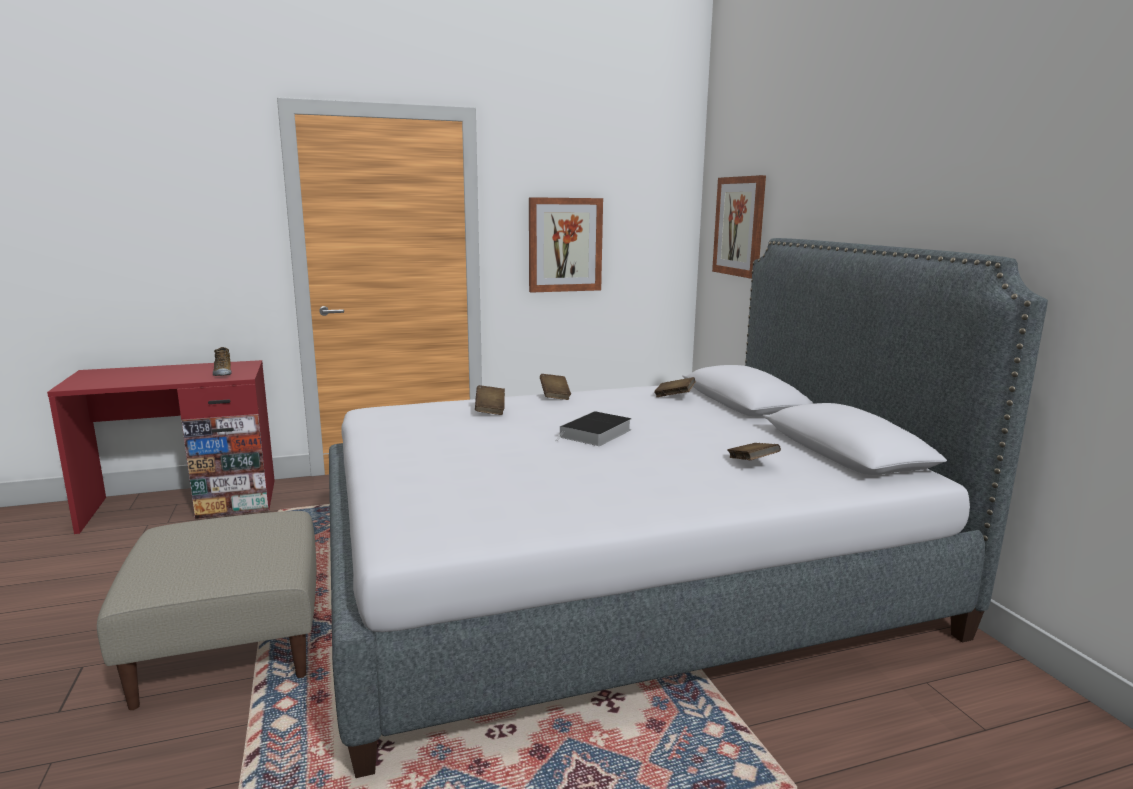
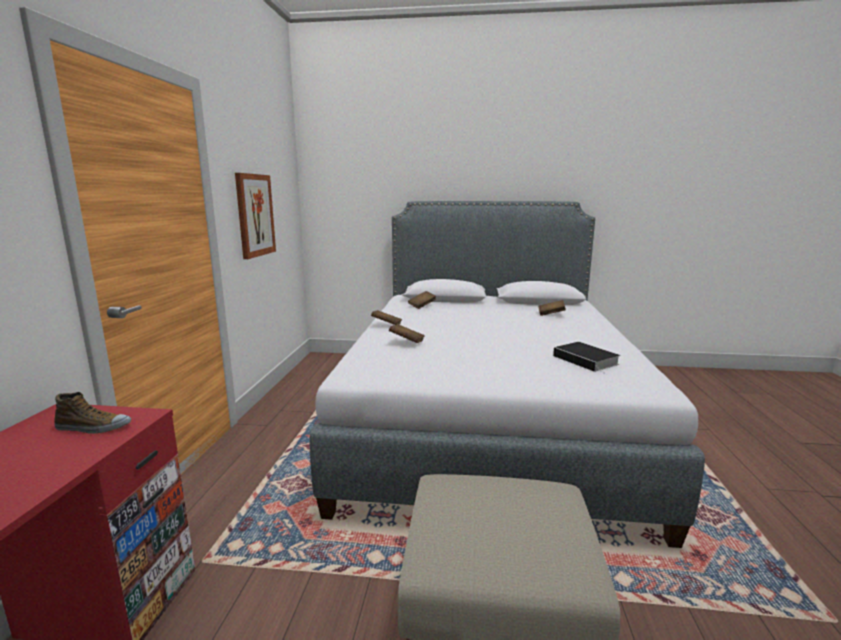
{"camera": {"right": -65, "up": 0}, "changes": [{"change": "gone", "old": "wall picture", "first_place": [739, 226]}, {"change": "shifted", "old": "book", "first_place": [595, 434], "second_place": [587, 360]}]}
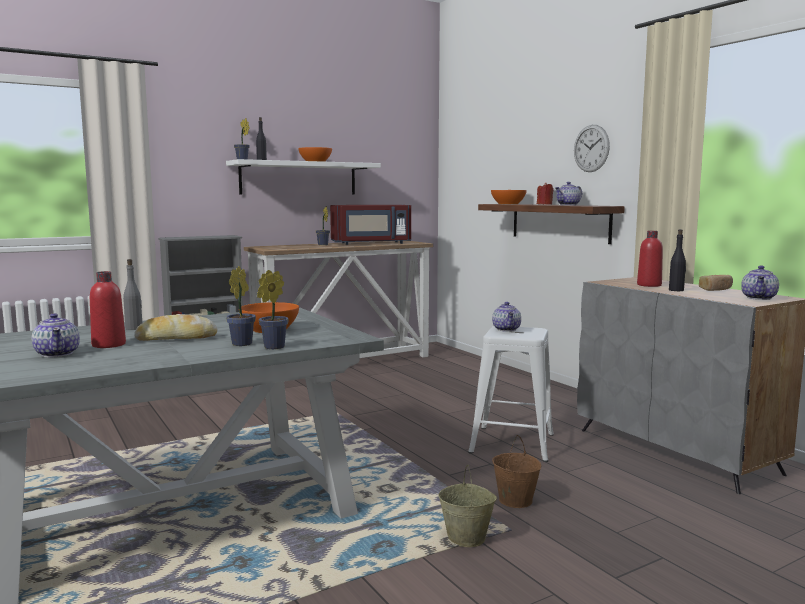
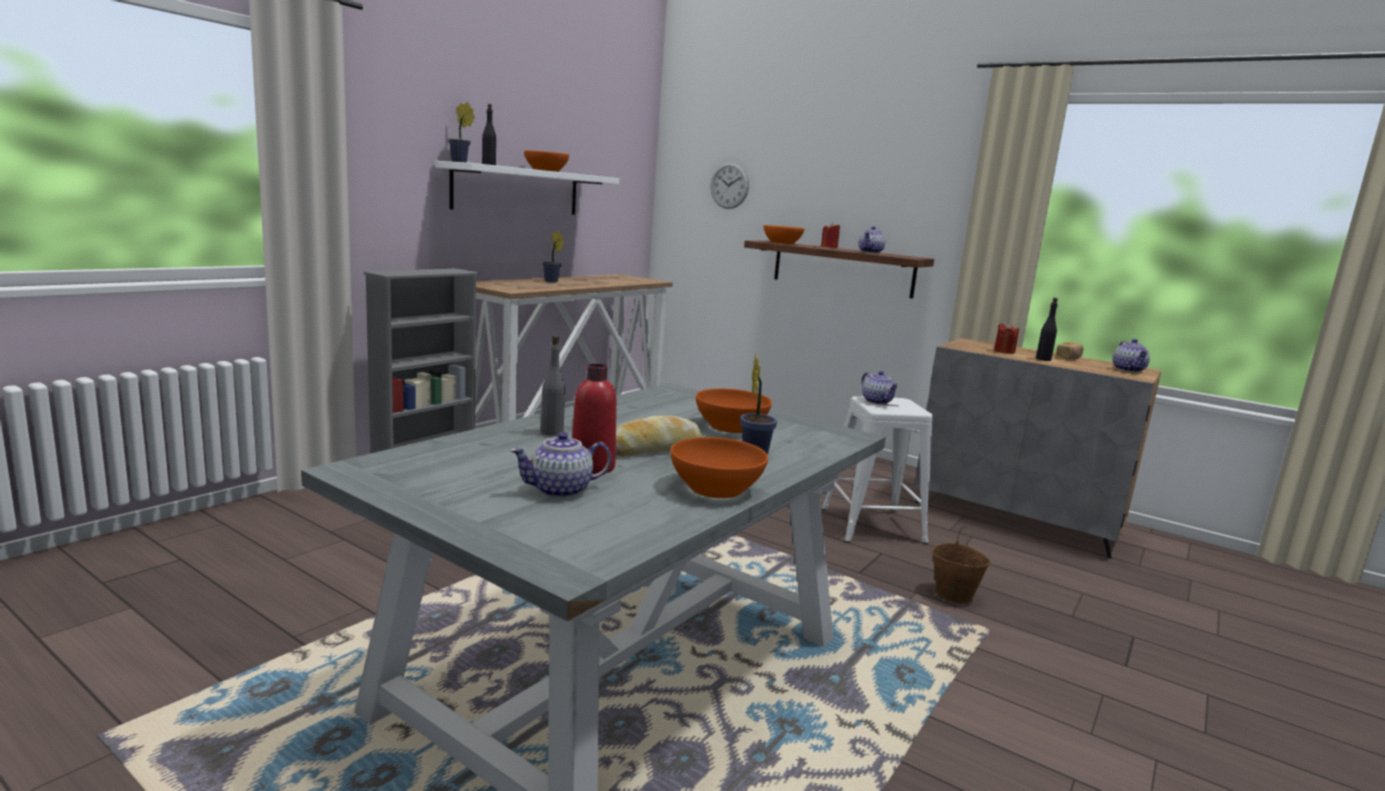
{"camera": {"right": -25, "up": 5}, "changes": [{"change": "shifted", "old": "wall clock", "first_place": [591, 148], "second_place": [729, 185]}, {"change": "gone", "old": "red-coloured kitchen microwave", "first_place": [371, 243]}, {"change": "swapped", "old": "red-coloured bottle", "new": "red-coloured wax light", "first_place": [649, 285], "second_place": [1004, 351]}, {"change": "gone", "old": "potted plant", "first_place": [271, 347]}, {"change": "rotated", "old": "teapot", "first_place": [57, 354], "second_place": [561, 490], "degrees": 120}, {"change": "gone", "old": "beige water bucket", "first_place": [467, 538]}, {"change": "new", "new": "orangey serving bowl", "second_place": [716, 488]}]}
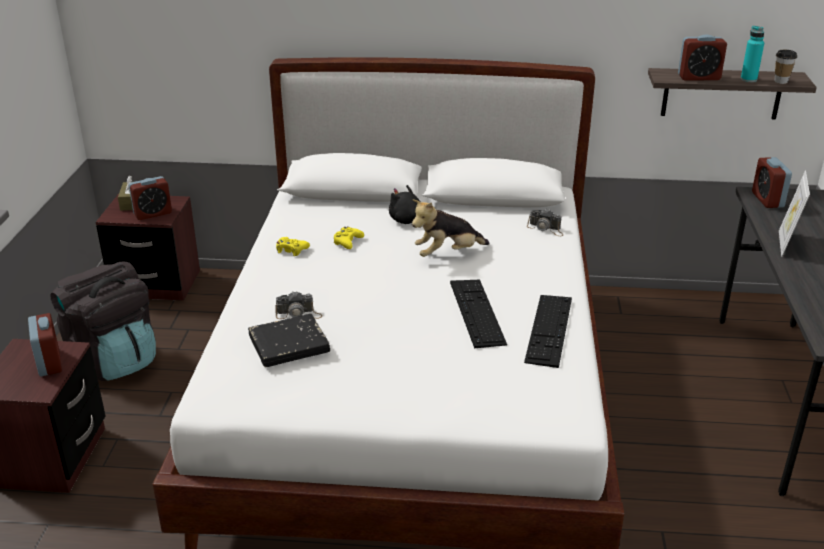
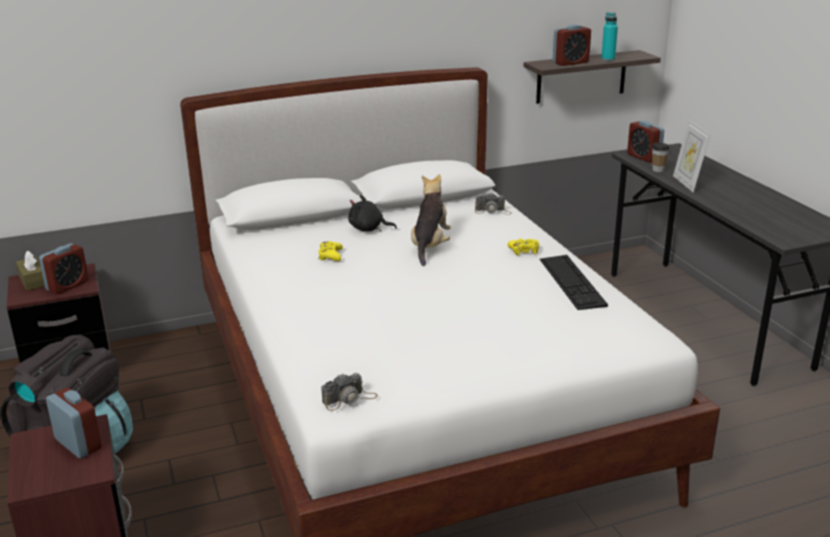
{"camera": {"right": -25, "up": -5}, "changes": [{"change": "shifted", "old": "cup", "first_place": [781, 81], "second_place": [658, 170]}, {"change": "rotated", "old": "soft toy", "first_place": [447, 254], "second_place": [430, 246], "degrees": 150}, {"change": "shifted", "old": "yellowish game controller", "first_place": [291, 250], "second_place": [524, 251]}, {"change": "gone", "old": "computer keyboard", "first_place": [477, 312]}, {"change": "shifted", "old": "photo camera", "first_place": [299, 314], "second_place": [349, 399]}, {"change": "gone", "old": "black book", "first_place": [289, 345]}]}
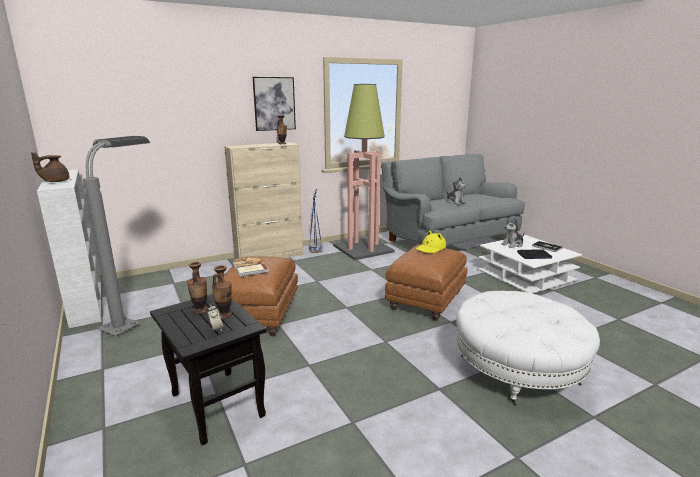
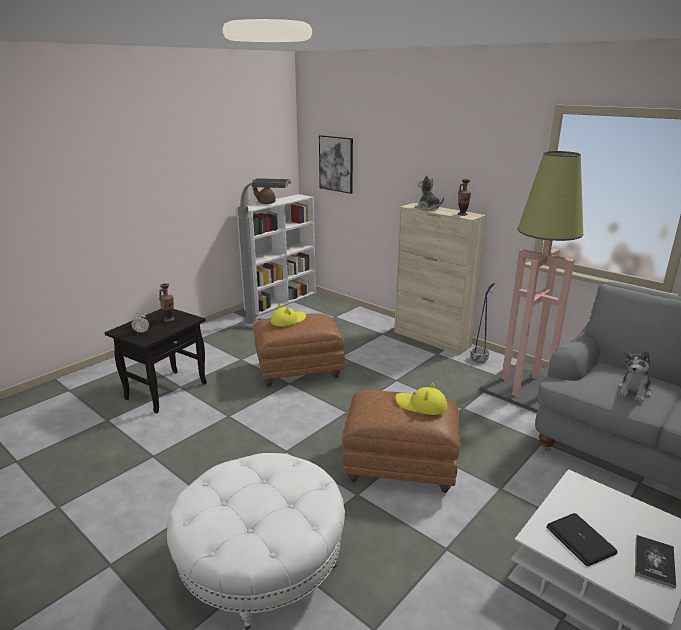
{"camera": {"right": 70, "up": 5}, "changes": [{"change": "shifted", "old": "wall picture", "first_place": [274, 103], "second_place": [336, 164]}, {"change": "shifted", "old": "soft toy", "first_place": [513, 244], "second_place": [428, 208]}, {"change": "swapped", "old": "book", "new": "yellowish hat", "first_place": [249, 267], "second_place": [288, 320]}, {"change": "gone", "old": "flower vase", "first_place": [224, 314]}]}
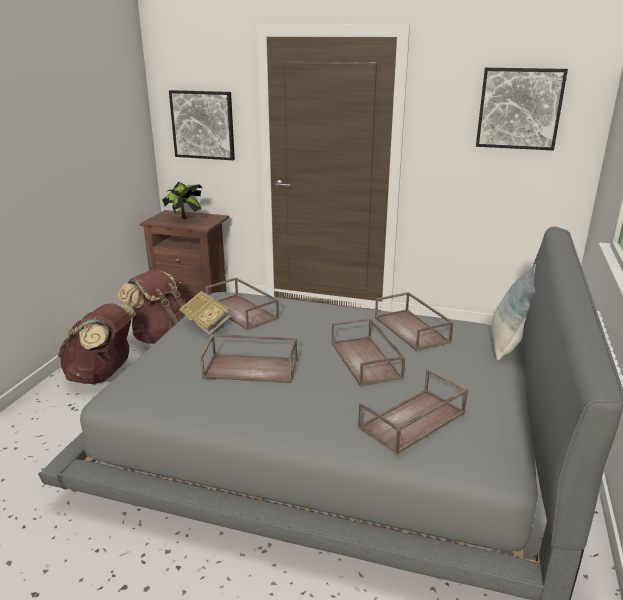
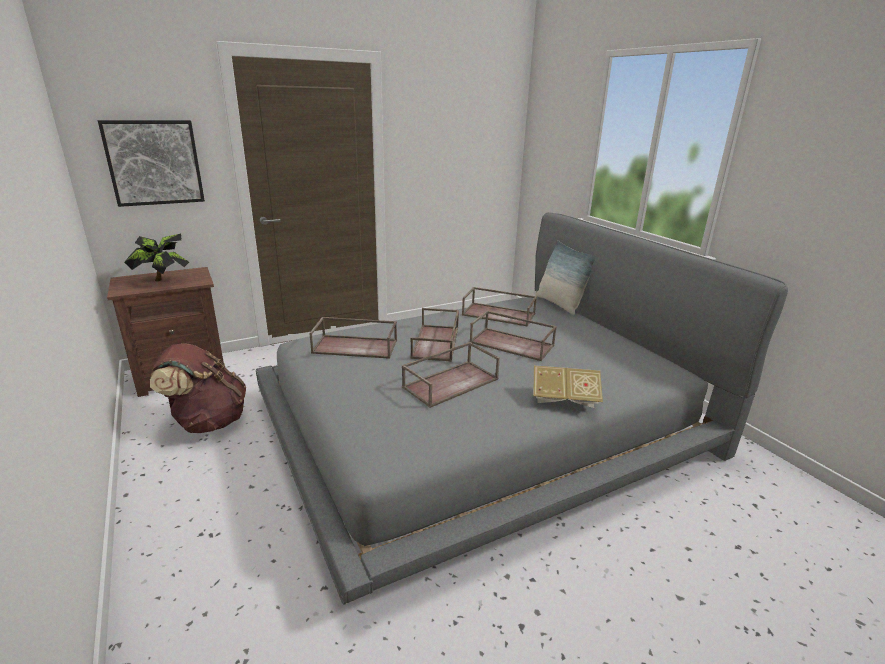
{"camera": {"right": -45, "up": 0}, "changes": [{"change": "gone", "old": "wall picture", "first_place": [519, 108]}, {"change": "shifted", "old": "book", "first_place": [206, 323], "second_place": [564, 399]}, {"change": "gone", "old": "brownish knapsack", "first_place": [102, 375]}, {"change": "shifted", "old": "brownish carrying tray", "first_place": [412, 421], "second_place": [436, 343]}]}
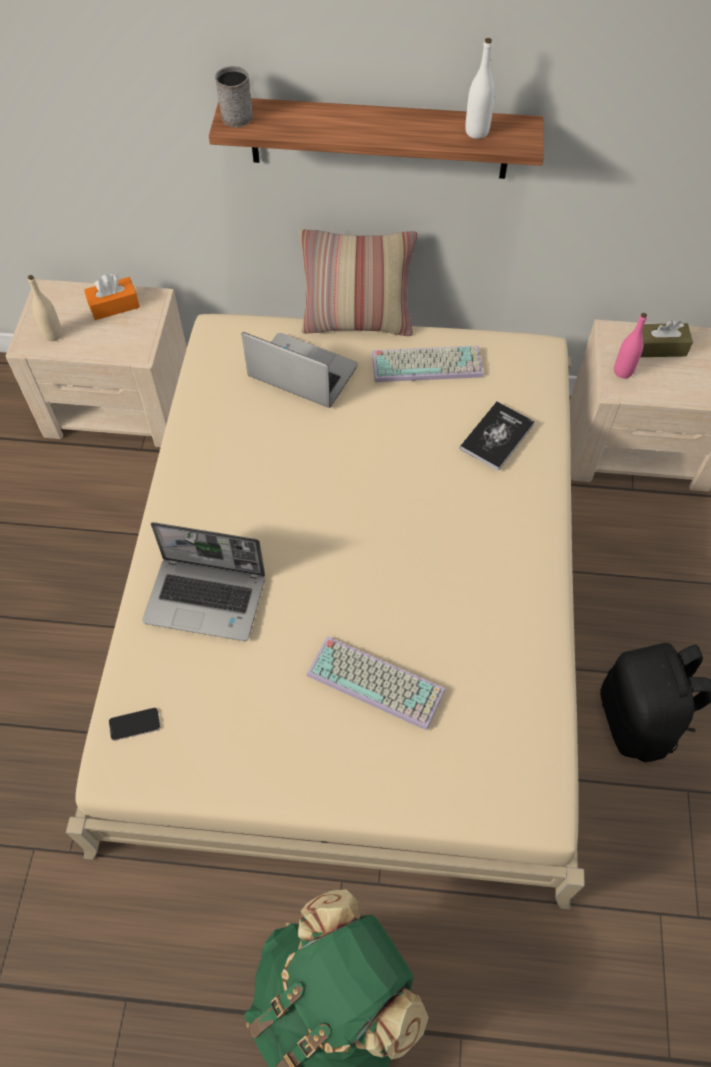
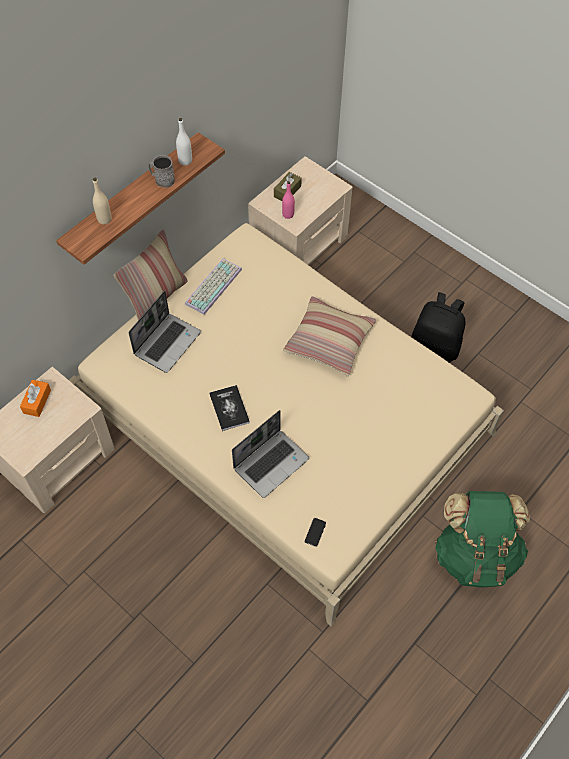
{"camera": {"right": -55, "up": 0}, "changes": [{"change": "shifted", "old": "grey mug", "first_place": [235, 113], "second_place": [162, 180]}, {"change": "shifted", "old": "beige bottle", "first_place": [53, 334], "second_place": [104, 219]}, {"change": "rotated", "old": "laptop", "first_place": [301, 373], "second_place": [167, 342], "degrees": 150}, {"change": "shifted", "old": "book", "first_place": [497, 436], "second_place": [229, 408]}, {"change": "gone", "old": "computer keyboard", "first_place": [378, 681]}, {"change": "new", "new": "pillow", "second_place": [329, 341]}]}
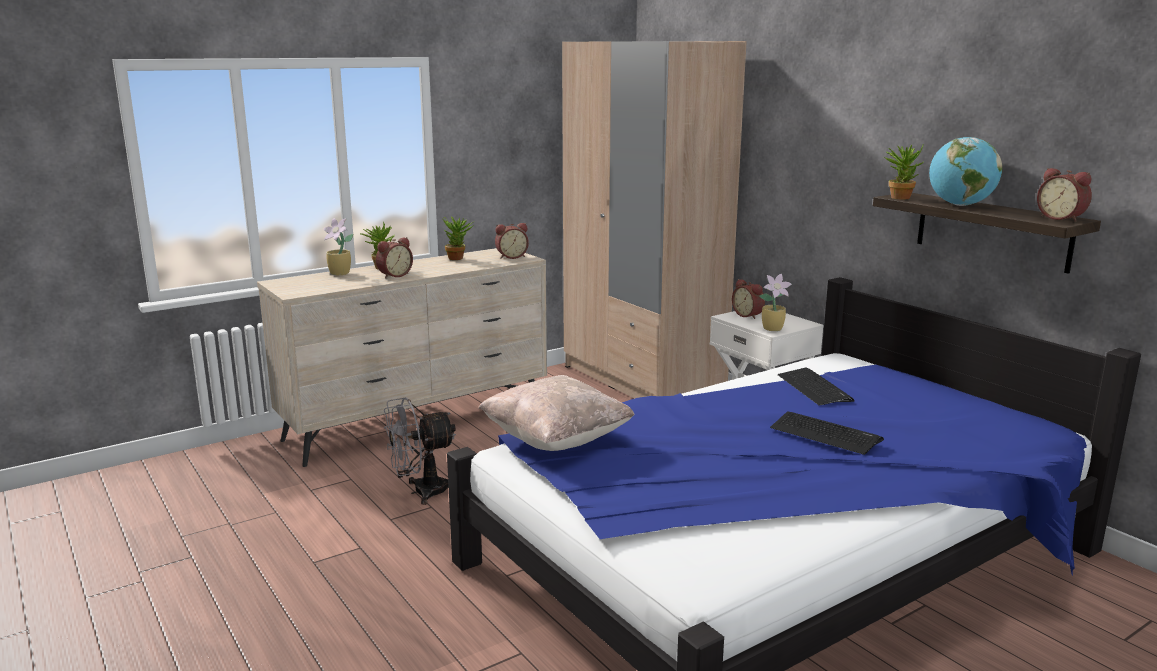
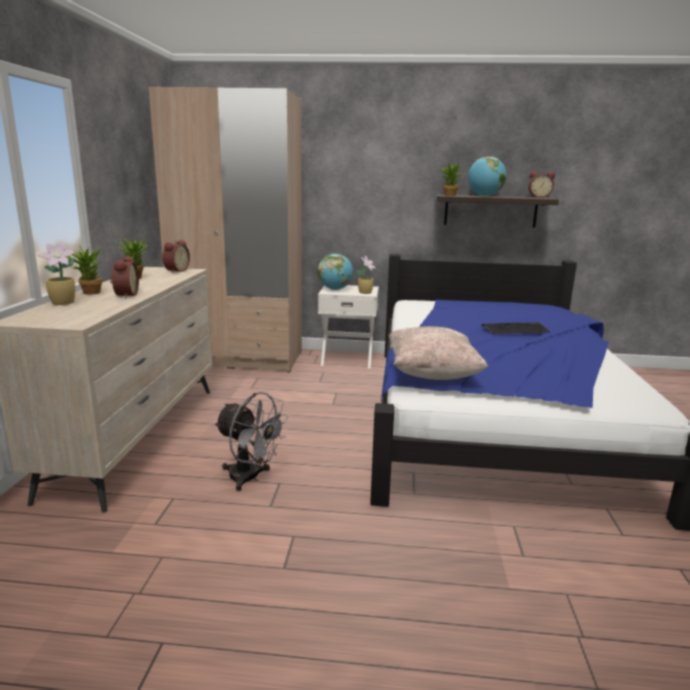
{"camera": {"right": -50, "up": 0}, "changes": [{"change": "swapped", "old": "bedside clock", "new": "world globe", "first_place": [748, 315], "second_place": [335, 289]}, {"change": "gone", "old": "computer keyboard", "first_place": [814, 388]}, {"change": "rotated", "old": "grey electric fan", "first_place": [421, 492], "second_place": [250, 478], "degrees": -75}]}
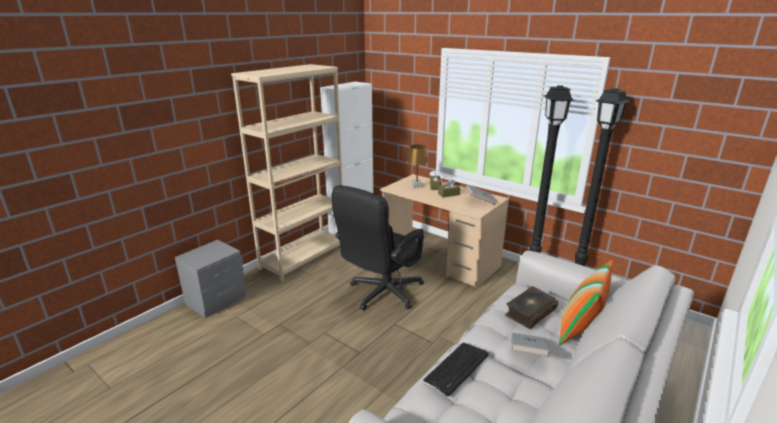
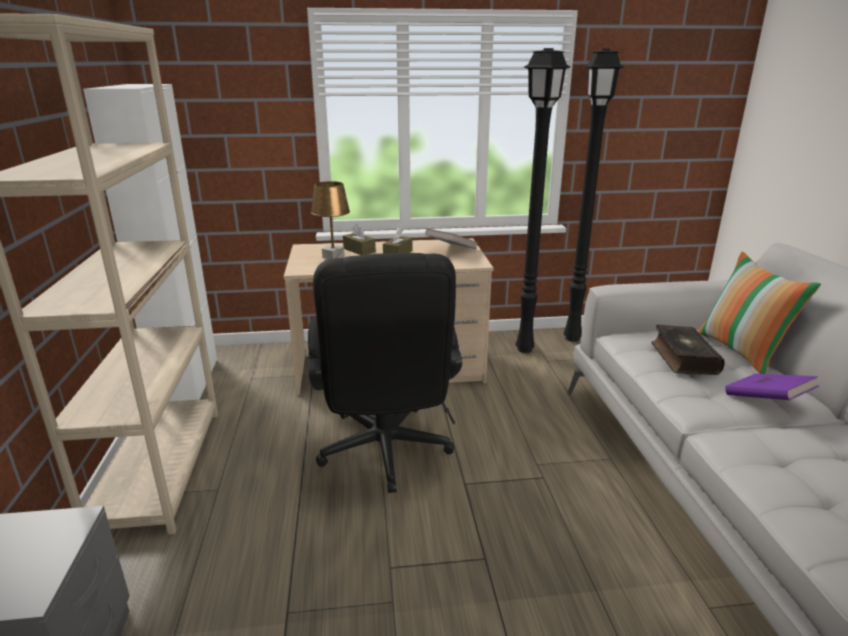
{"camera": {"right": -45, "up": 0}, "changes": [{"change": "repainted", "old": "grey book", "new": "purplish book", "first_place": [527, 353], "second_place": [766, 401]}, {"change": "gone", "old": "computer keyboard", "first_place": [457, 368]}]}
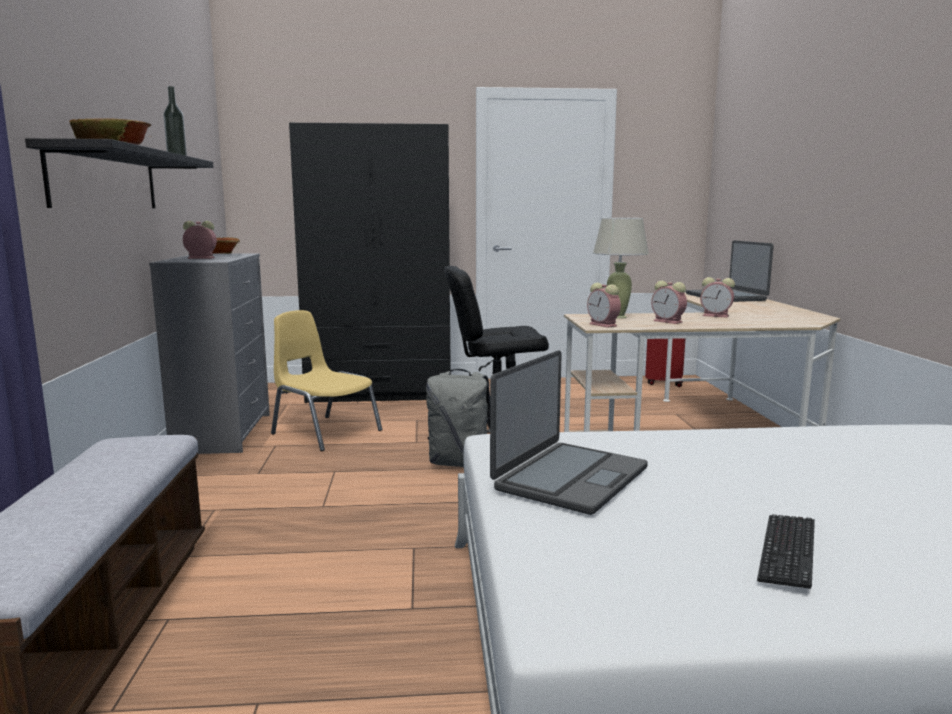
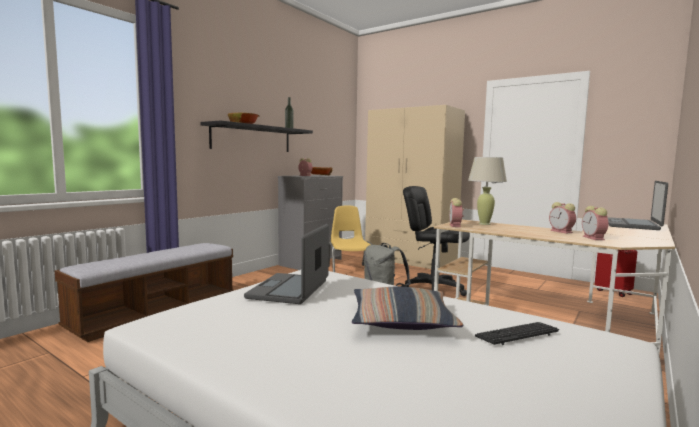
{"camera": {"right": 40, "up": -5}, "changes": [{"change": "repainted", "old": "black clothes cupboard", "new": "beige clothes cupboard", "first_place": [381, 391], "second_place": [410, 260]}, {"change": "shifted", "old": "bedside clock", "first_place": [669, 321], "second_place": [594, 238]}, {"change": "rotated", "old": "laptop", "first_place": [569, 478], "second_place": [290, 289], "degrees": 120}, {"change": "shifted", "old": "computer keyboard", "first_place": [787, 552], "second_place": [517, 335]}, {"change": "new", "new": "pillow", "second_place": [401, 320]}]}
